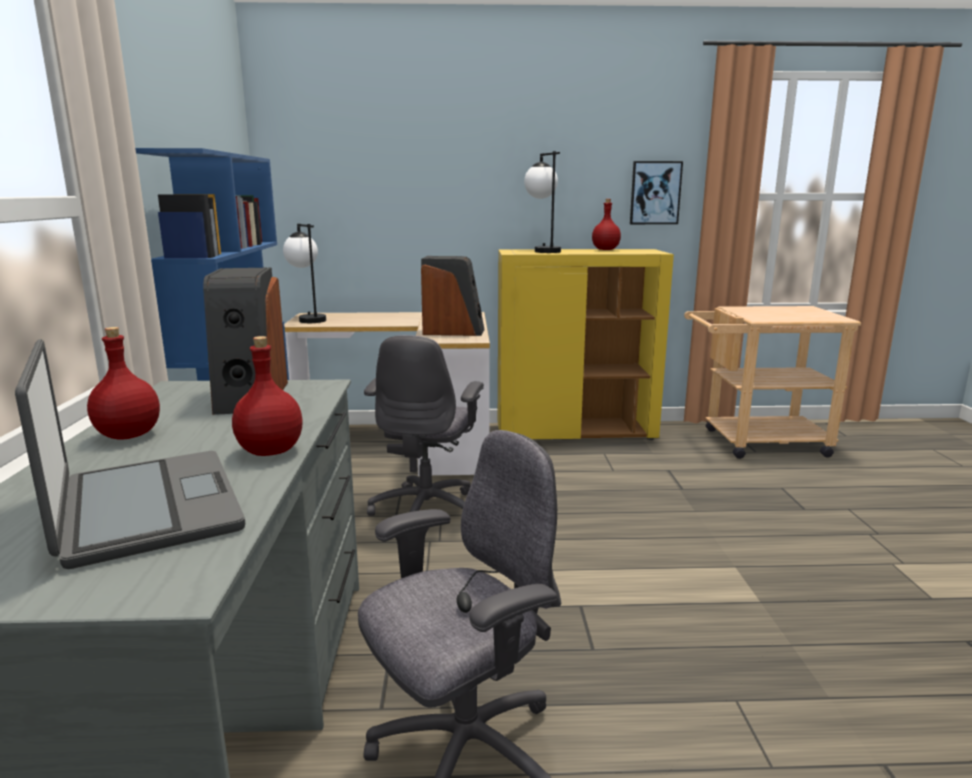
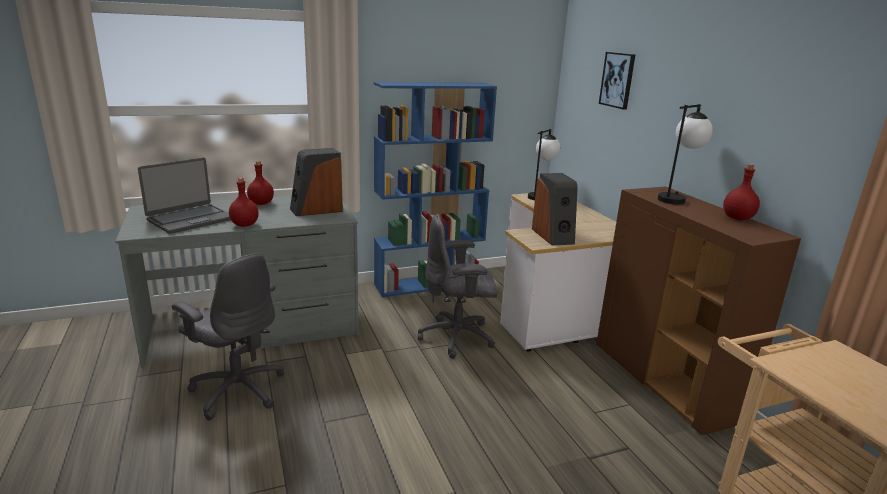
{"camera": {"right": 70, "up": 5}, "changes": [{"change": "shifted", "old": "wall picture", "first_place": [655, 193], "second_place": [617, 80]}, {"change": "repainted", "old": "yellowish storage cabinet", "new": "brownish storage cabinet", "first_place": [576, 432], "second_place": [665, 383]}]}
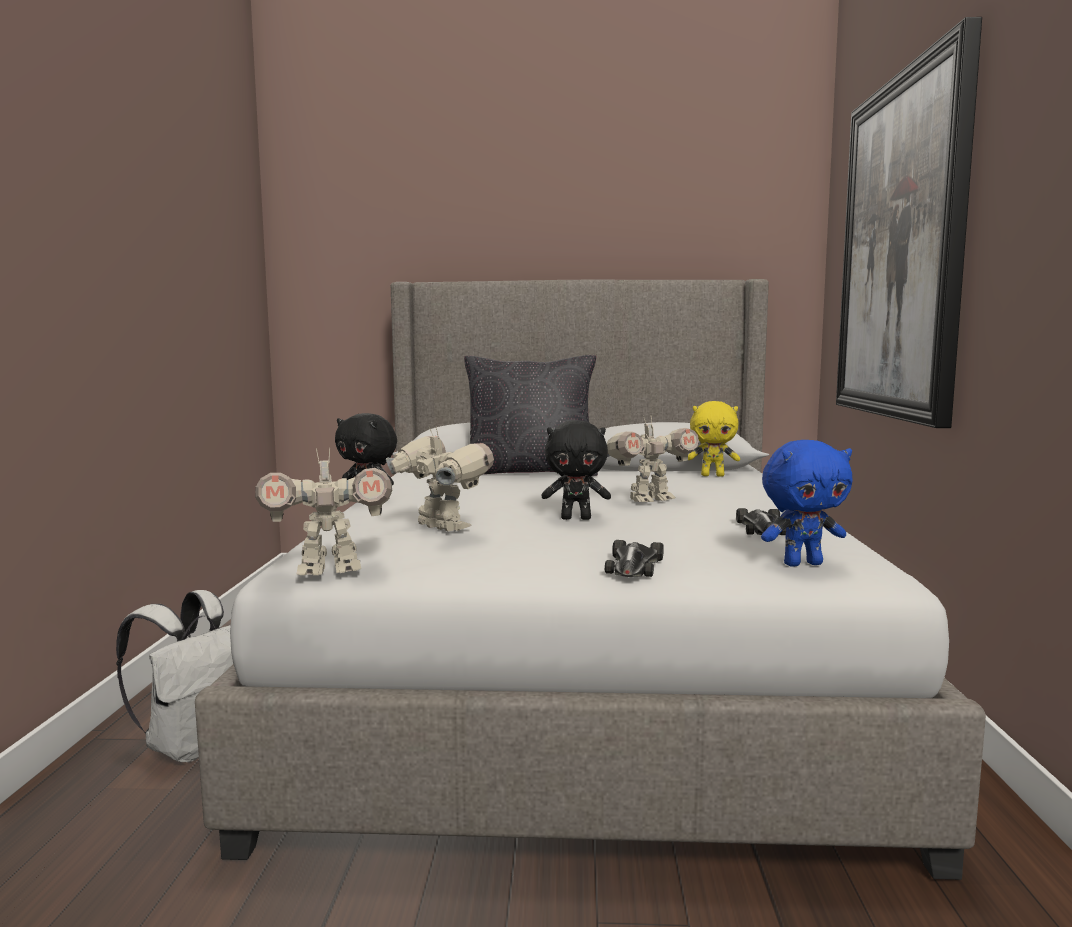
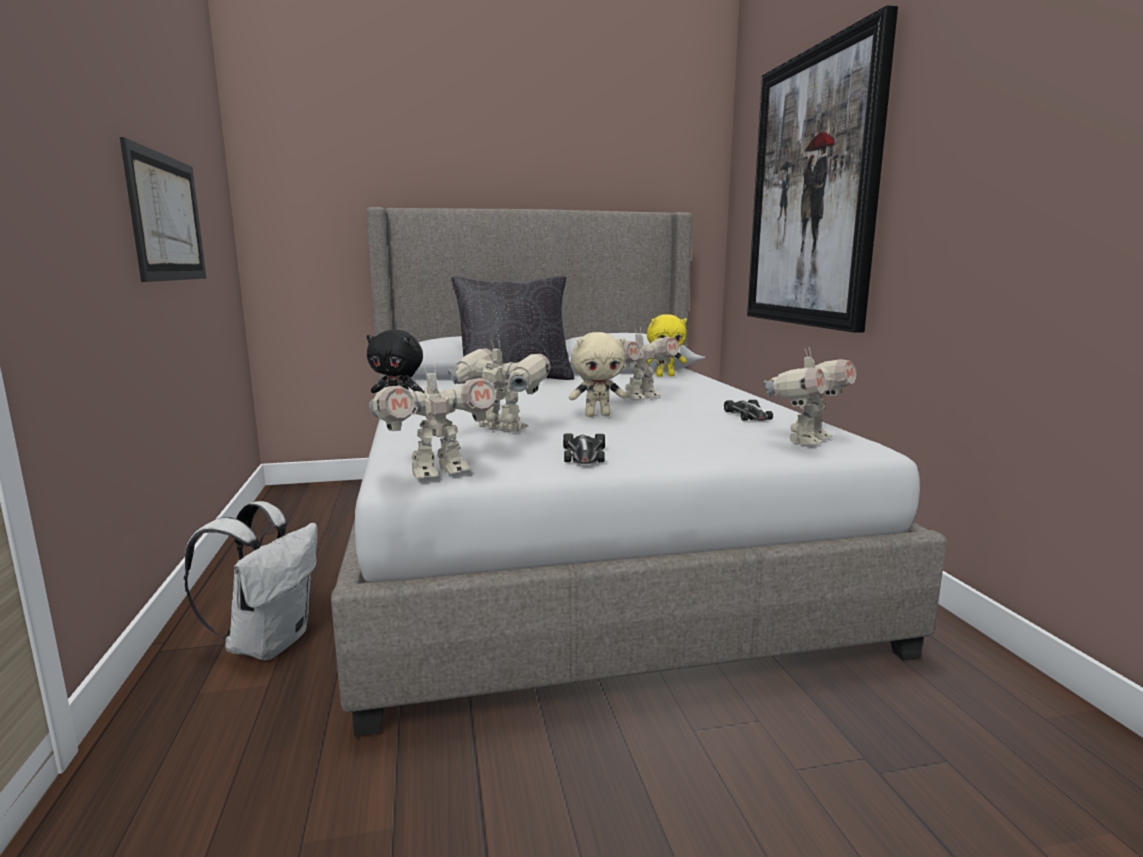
{"camera": {"right": -15, "up": 5}, "changes": [{"change": "repainted", "old": "black soft toy", "new": "beige soft toy", "first_place": [576, 518], "second_place": [597, 415]}, {"change": "swapped", "old": "blue soft toy", "new": "model robot", "first_place": [802, 564], "second_place": [806, 440]}, {"change": "shifted", "old": "miniature car", "first_place": [633, 566], "second_place": [584, 454]}, {"change": "new", "new": "wall picture", "second_place": [167, 218]}]}
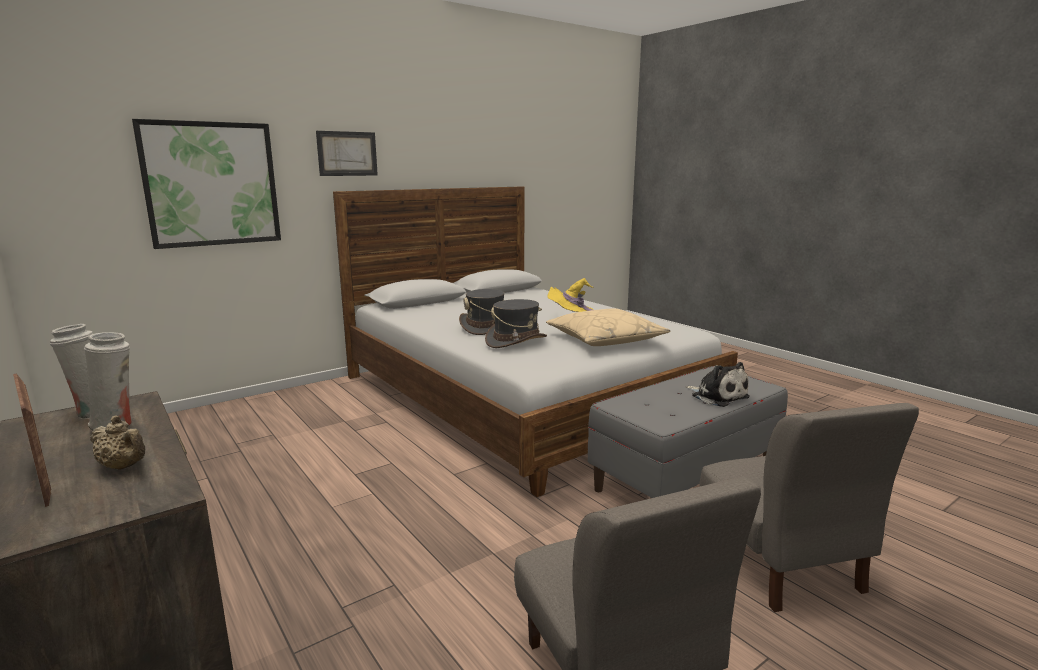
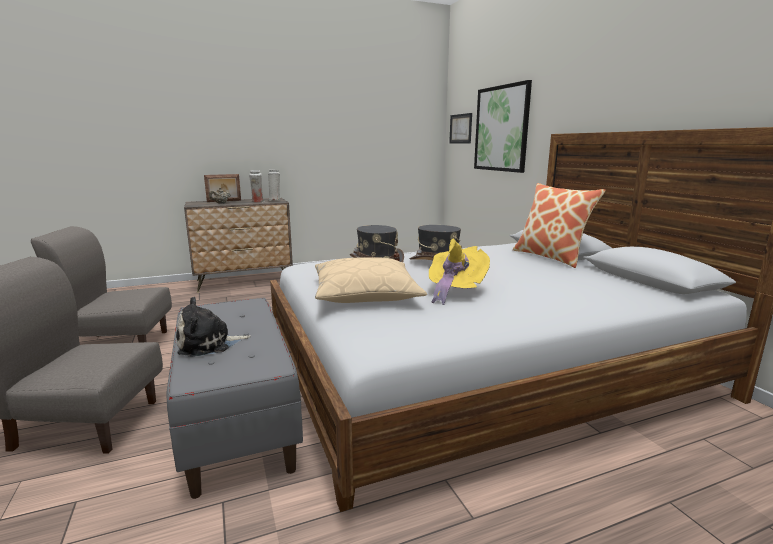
{"camera": {"right": 105, "up": 0}, "changes": [{"change": "shifted", "old": "wall picture", "first_place": [347, 153], "second_place": [460, 128]}, {"change": "new", "new": "pillow", "second_place": [551, 257]}]}
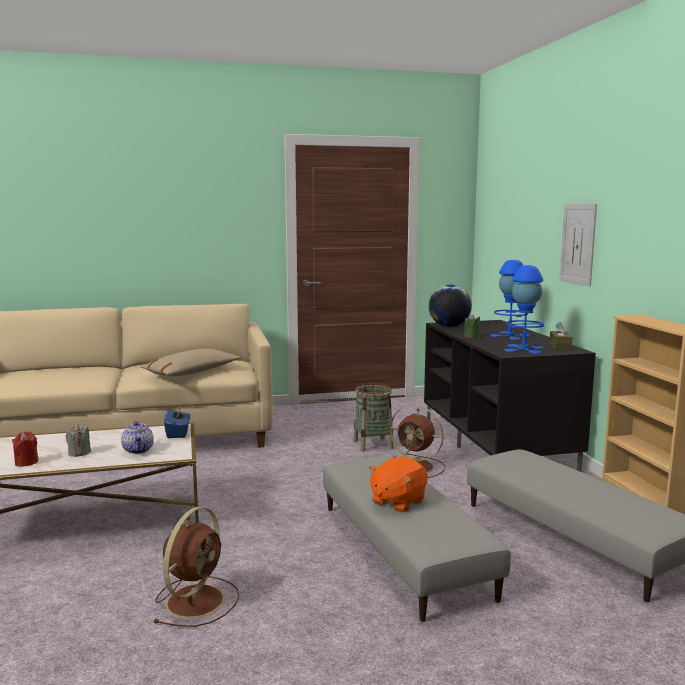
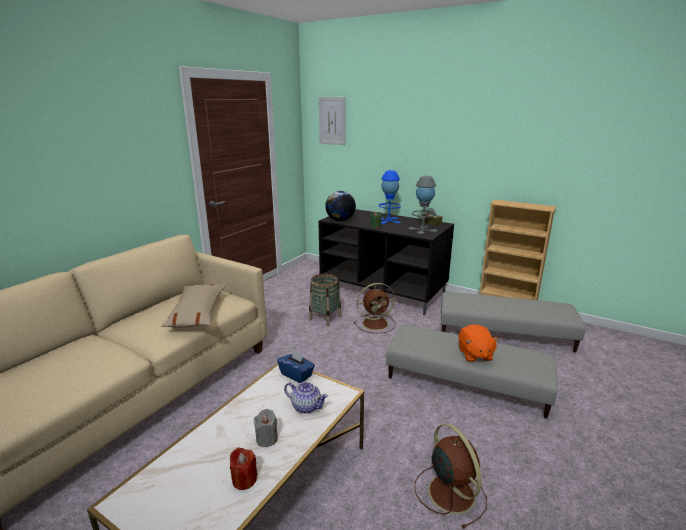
{"camera": {"right": -45, "up": 10}, "changes": [{"change": "shifted", "old": "wall picture", "first_place": [578, 244], "second_place": [332, 121]}, {"change": "repainted", "old": "blue tabletop lamp", "new": "grey tabletop lamp", "first_place": [523, 349], "second_place": [422, 229]}]}
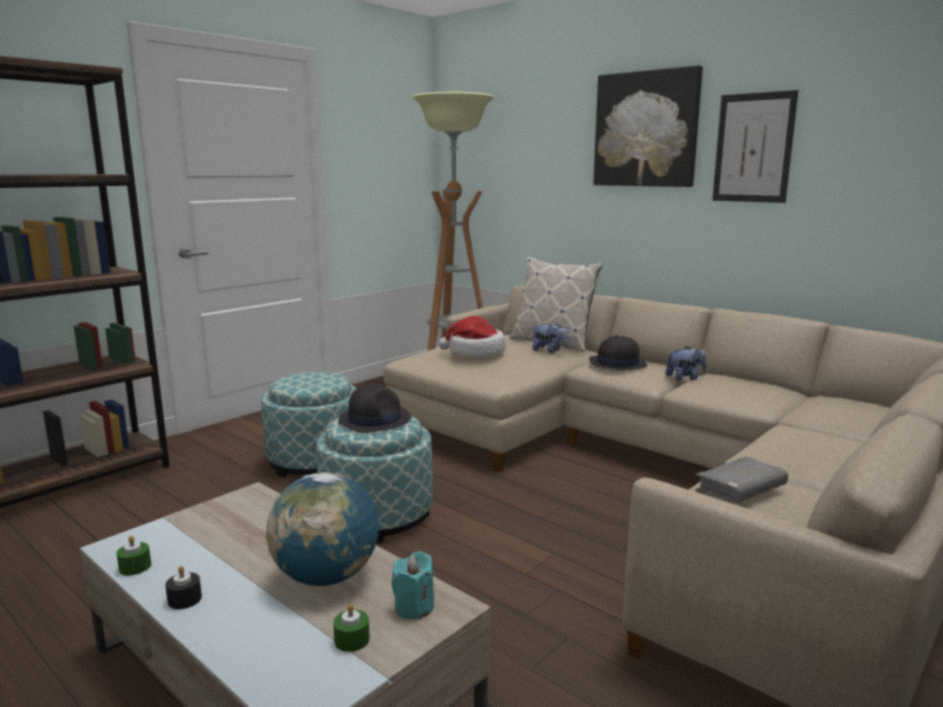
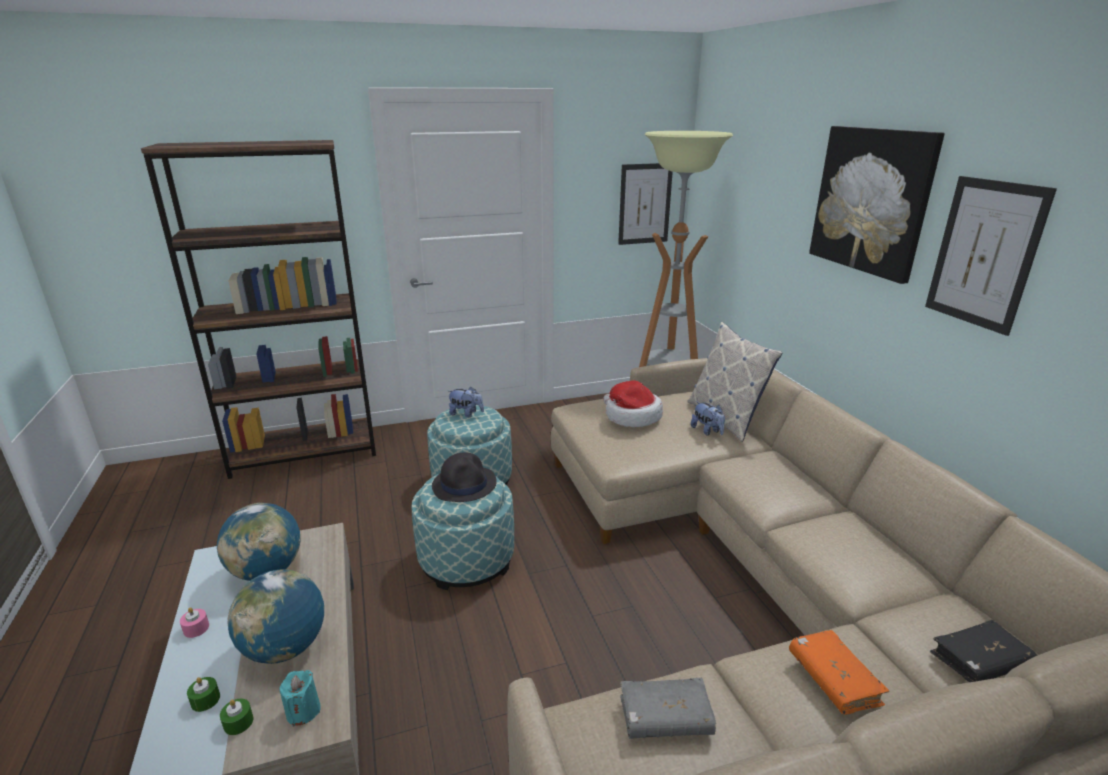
{"camera": {"right": 30, "up": 10}, "changes": [{"change": "gone", "old": "black hat", "first_place": [617, 363]}, {"change": "shifted", "old": "soft toy", "first_place": [685, 378], "second_place": [466, 414]}, {"change": "shifted", "old": "green-coloured wax light", "first_place": [135, 567], "second_place": [205, 700]}, {"change": "repainted", "old": "black wax light", "new": "pink-coloured wax light", "first_place": [184, 599], "second_place": [196, 628]}, {"change": "new", "new": "wall picture", "second_place": [645, 204]}, {"change": "new", "new": "world globe", "second_place": [267, 571]}, {"change": "new", "new": "black book", "second_place": [979, 661]}, {"change": "new", "new": "orangey book", "second_place": [833, 679]}]}
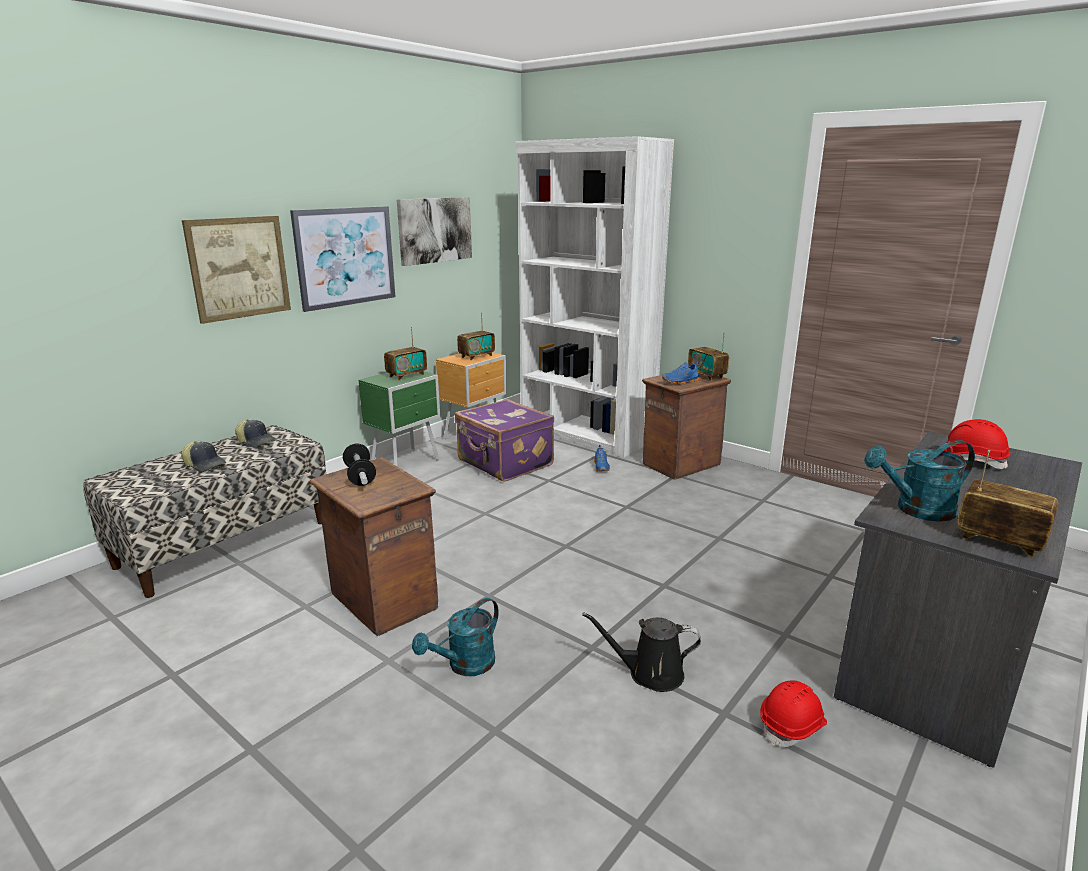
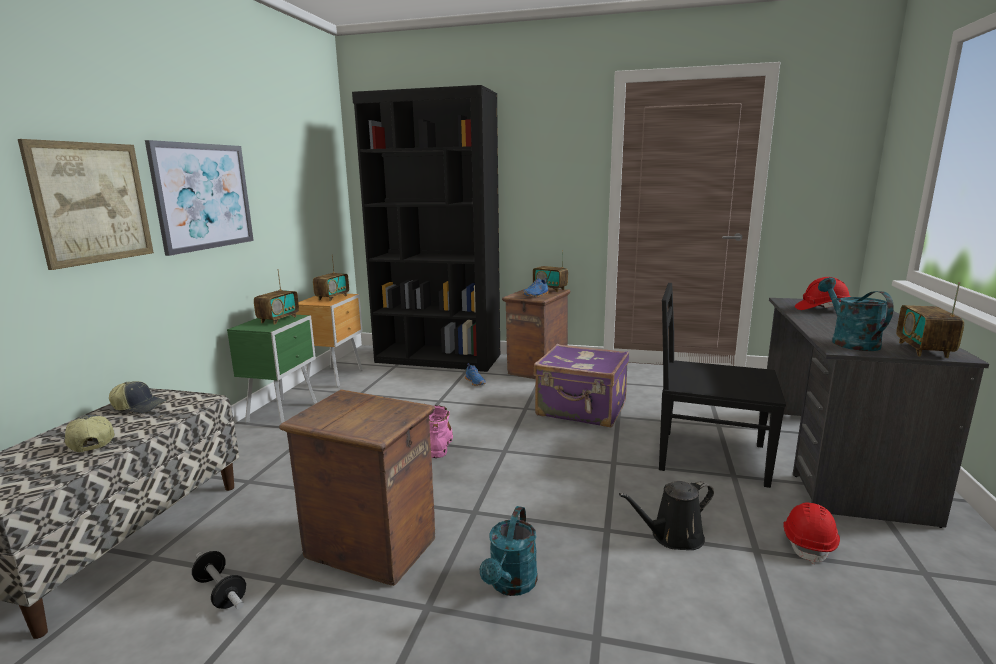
{"camera": {"right": -25, "up": -5}, "changes": [{"change": "repainted", "old": "white-coloured bookcase", "new": "black bookcase", "first_place": [586, 434], "second_place": [438, 359]}, {"change": "gone", "old": "wall picture", "first_place": [434, 230]}, {"change": "shifted", "old": "purplish travel case", "first_place": [504, 463], "second_place": [581, 410]}, {"change": "rotated", "old": "turquoise sprinkling can", "first_place": [916, 510], "second_place": [849, 341], "degrees": 120}, {"change": "rotated", "old": "baseball cap", "first_place": [205, 465], "second_place": [90, 442], "degrees": -135}, {"change": "shifted", "old": "dumbbell", "first_place": [360, 476], "second_place": [220, 592]}, {"change": "rotated", "old": "radio receiver", "first_place": [999, 541], "second_place": [923, 350], "degrees": -90}, {"change": "new", "new": "black plain chair", "second_place": [708, 456]}, {"change": "new", "new": "pink-coloured high-top boot", "second_place": [439, 443]}]}
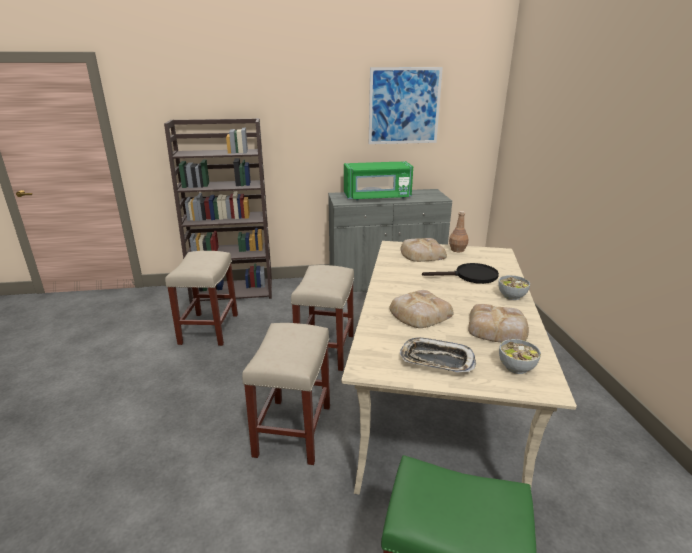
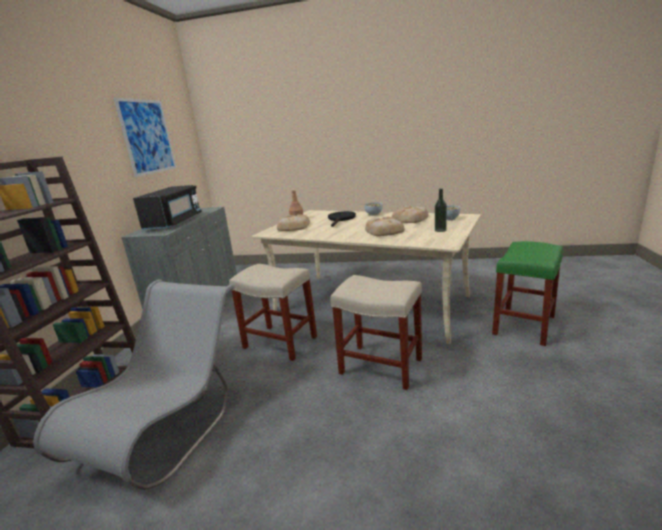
{"camera": {"right": -70, "up": -5}, "changes": [{"change": "repainted", "old": "green-coloured kitchen microwave", "new": "black kitchen microwave", "first_place": [377, 197], "second_place": [174, 222]}, {"change": "swapped", "old": "beige stool", "new": "grey plain chair", "first_place": [209, 329], "second_place": [166, 425]}, {"change": "swapped", "old": "carrying tray", "new": "bottle", "first_place": [436, 360], "second_place": [440, 230]}]}
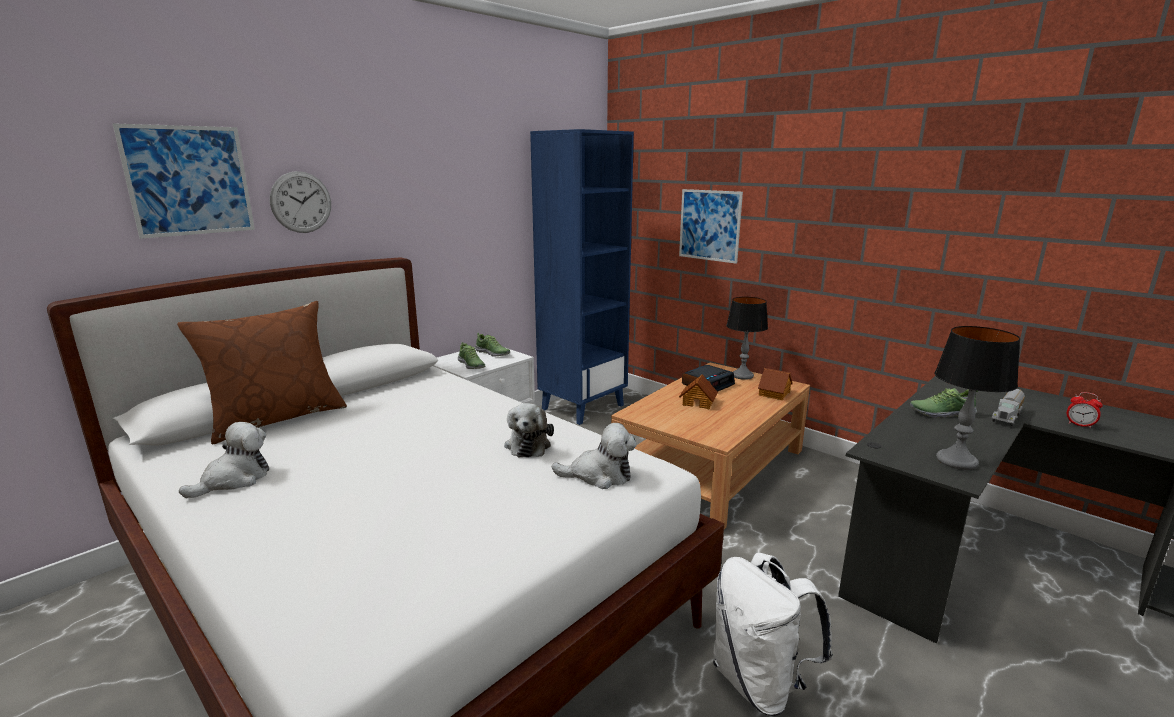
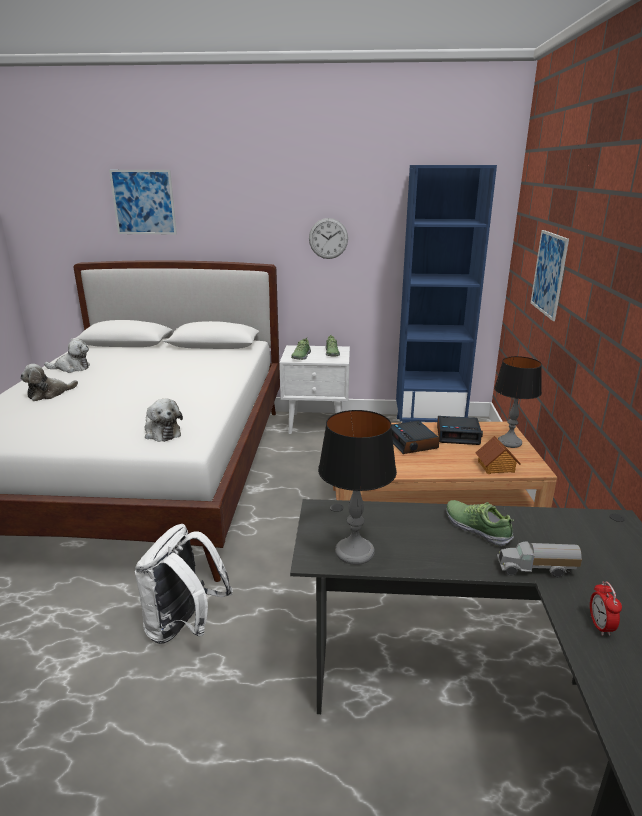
{"camera": {"right": 50, "up": 5}, "changes": [{"change": "shifted", "old": "wall clock", "first_place": [301, 202], "second_place": [328, 238]}, {"change": "gone", "old": "brownish pillow", "first_place": [277, 418]}, {"change": "swapped", "old": "miniature house", "new": "bedside clock", "first_place": [698, 402], "second_place": [412, 443]}, {"change": "shifted", "old": "soft toy", "first_place": [528, 444], "second_place": [49, 394]}]}
